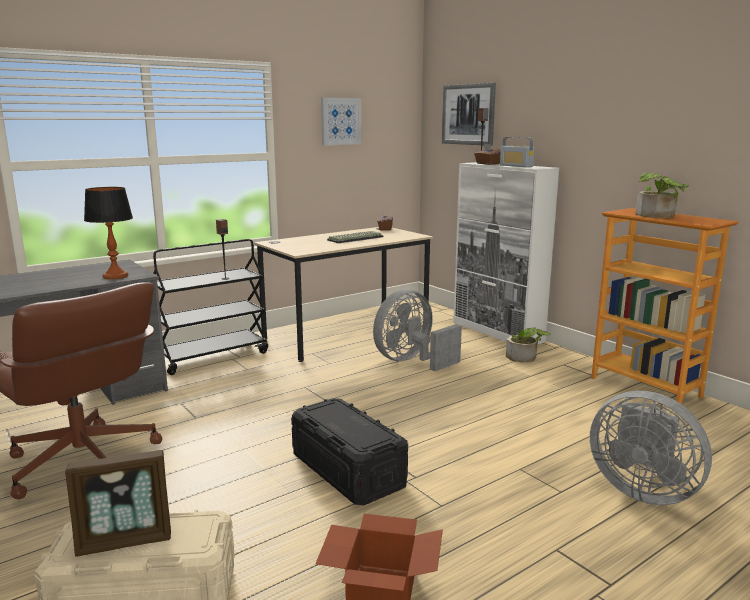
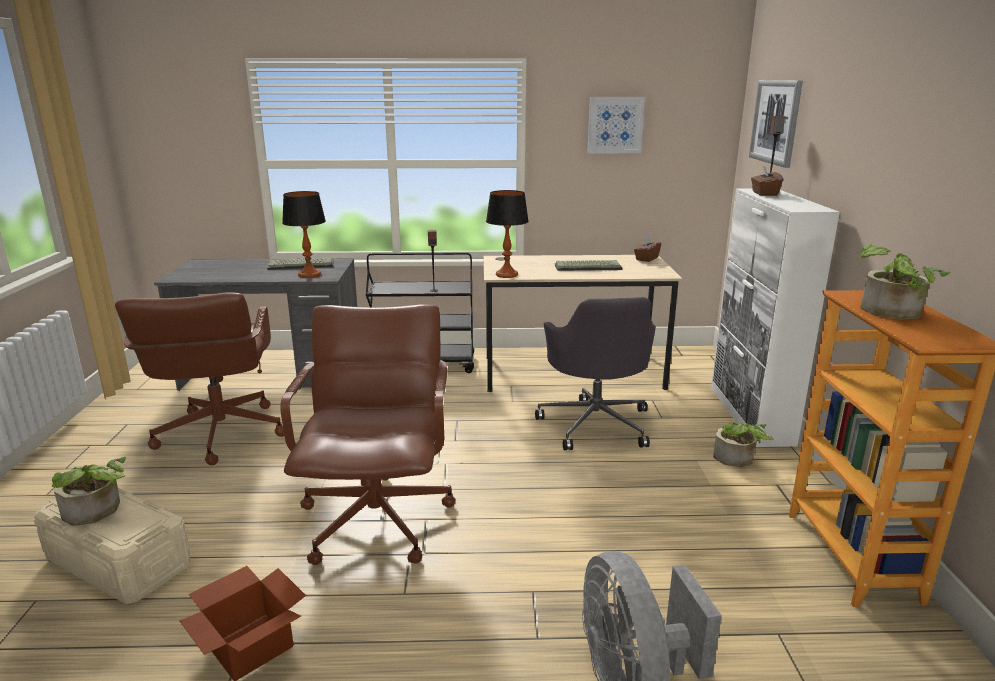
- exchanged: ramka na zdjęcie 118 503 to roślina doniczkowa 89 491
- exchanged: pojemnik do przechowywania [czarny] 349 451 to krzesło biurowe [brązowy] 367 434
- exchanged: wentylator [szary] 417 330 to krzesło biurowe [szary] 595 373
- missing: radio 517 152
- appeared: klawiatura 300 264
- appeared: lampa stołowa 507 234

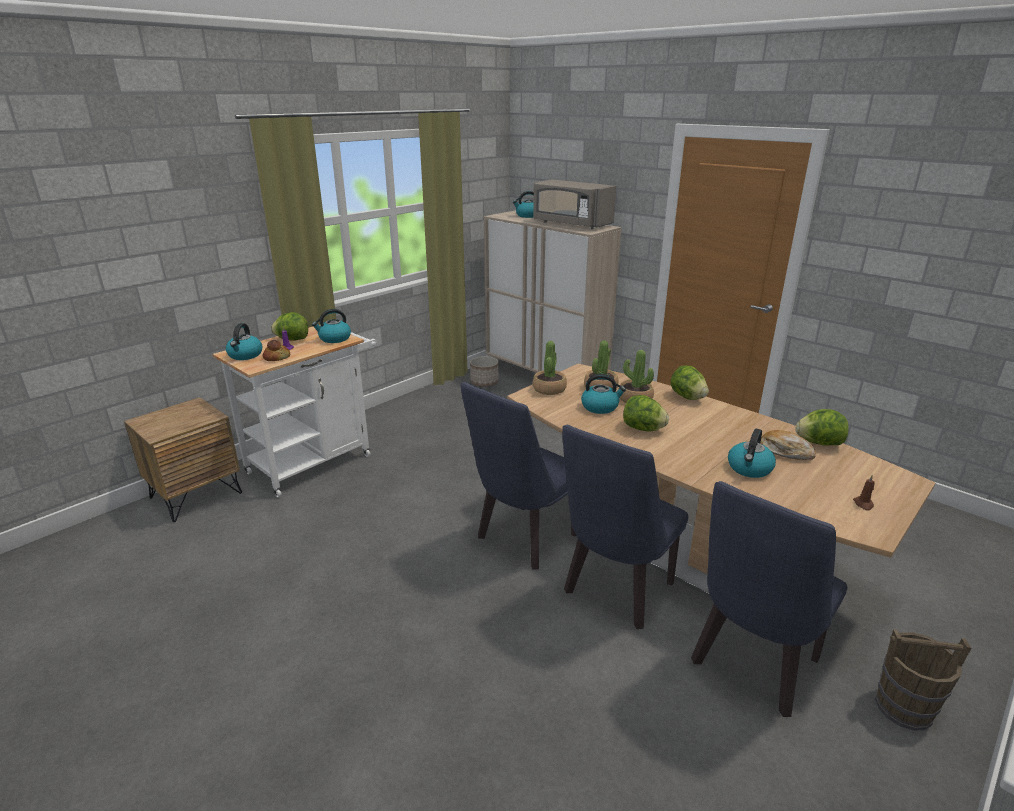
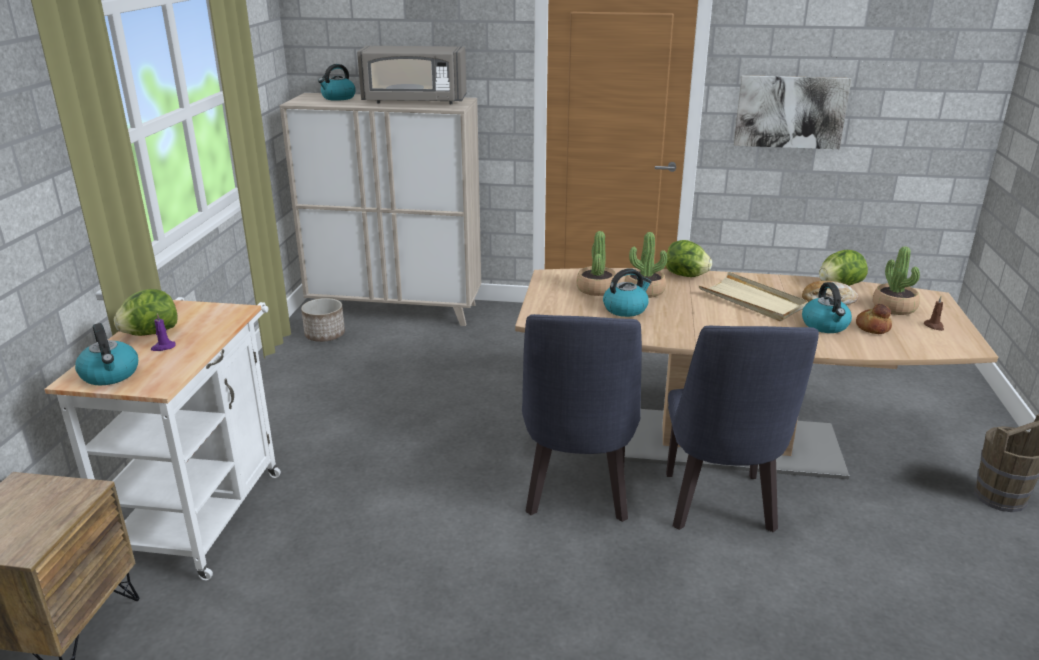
- relocated: chleb 276 350 to 874 319
- missing: czajnik 331 326
- relocated: roślina doniczkowa 550 368 to 896 280
- missing: sałata 646 413
- missing: krzesło [niebieski] 769 599
- appeared: taca [beżowy] 753 296
- appeared: obraz 793 112

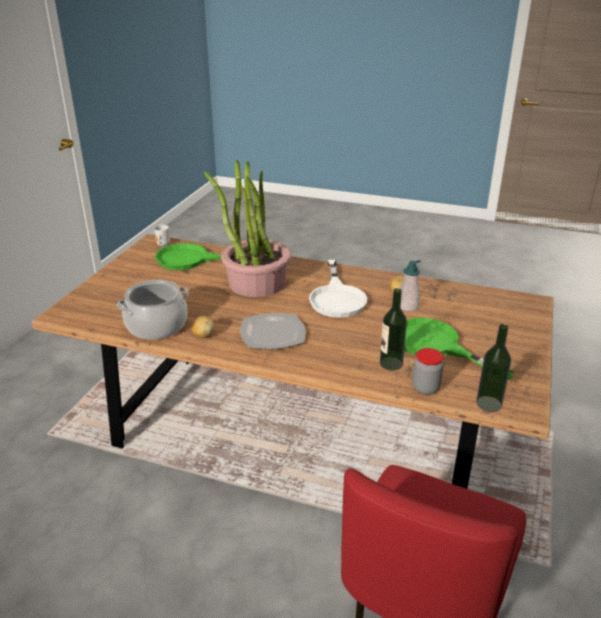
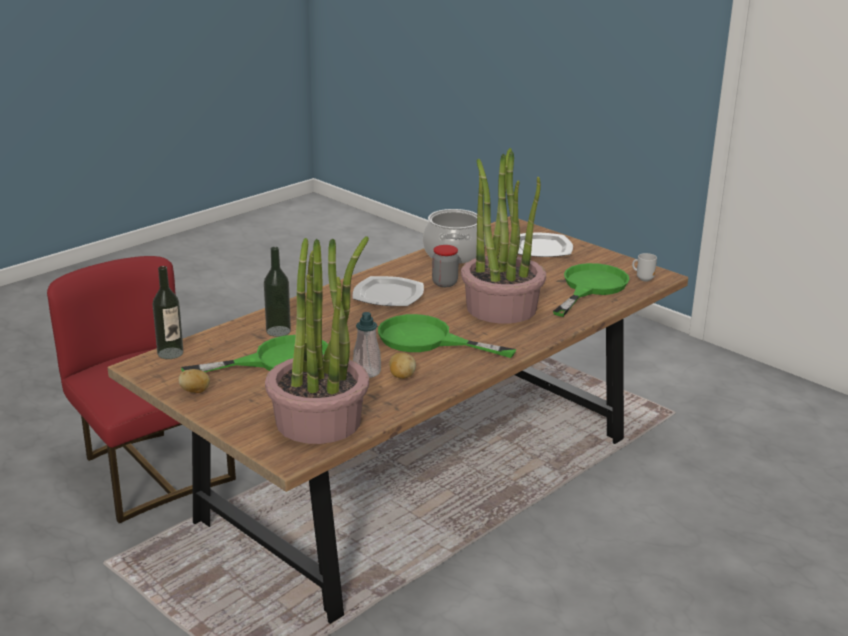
- relocated: ziemniak 203 327 to 194 381
- colour: patelnia [biały] 338 289 to patelnia [zielony] 447 336
- relocated: słoik 428 371 to 445 266
- appeared: roślina doniczkowa 317 340
- appeared: talerz 545 245

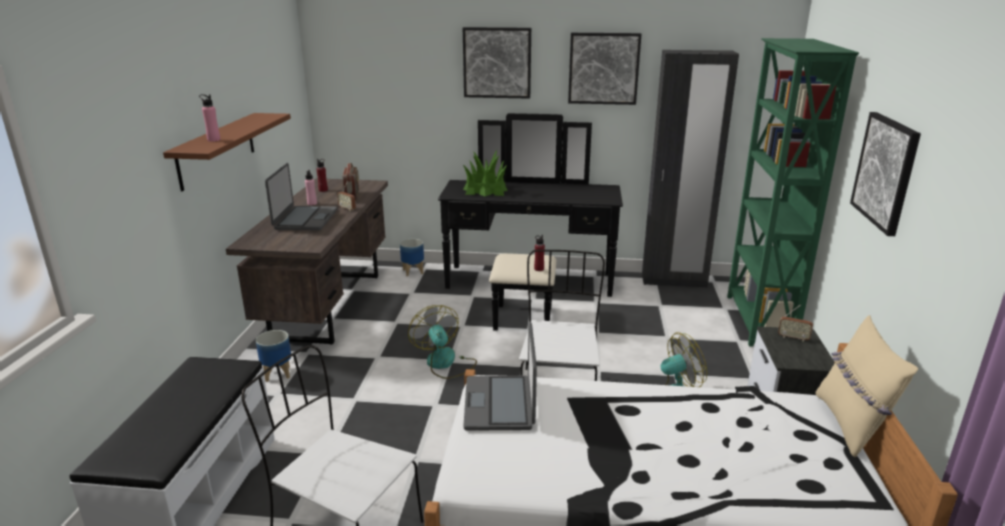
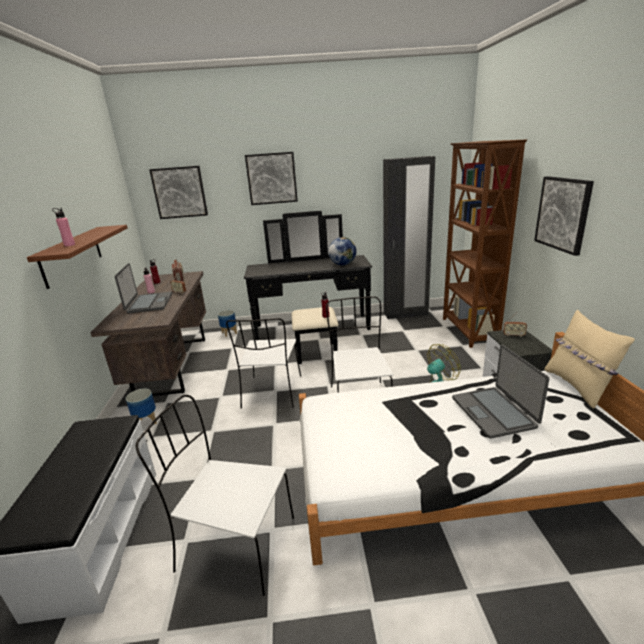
- exchanged: wentylator 442 342 to krzesło [biały] 263 363
- missing: roślina doniczkowa 485 173
- relocated: laptop 500 376 to 500 391
- relocated: obraz 604 69 to 178 192
- colour: regał [zielony] 793 192 to regał [brązowy] 485 244
- appeared: globus 342 251

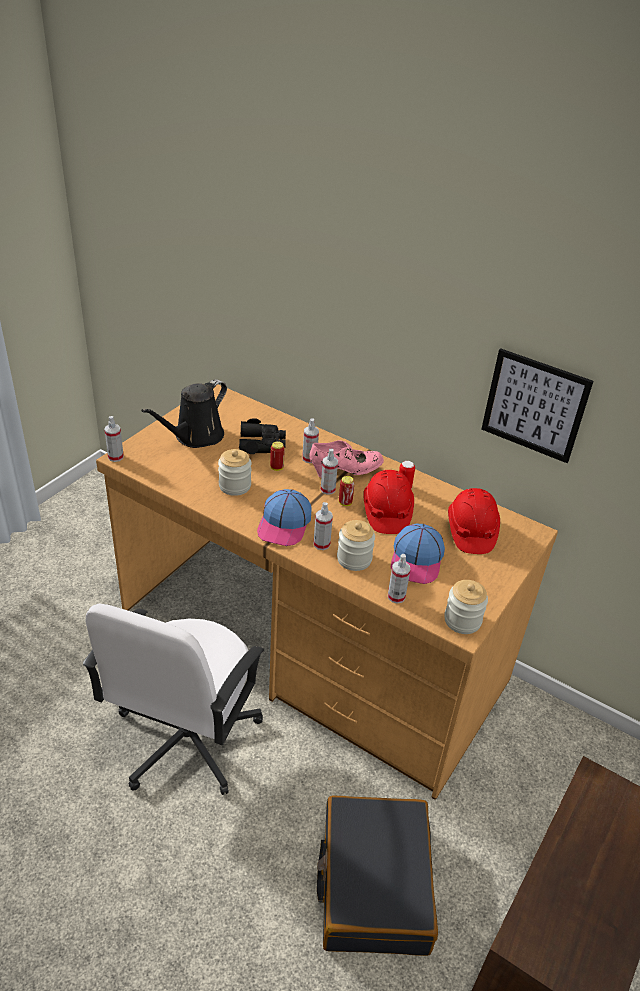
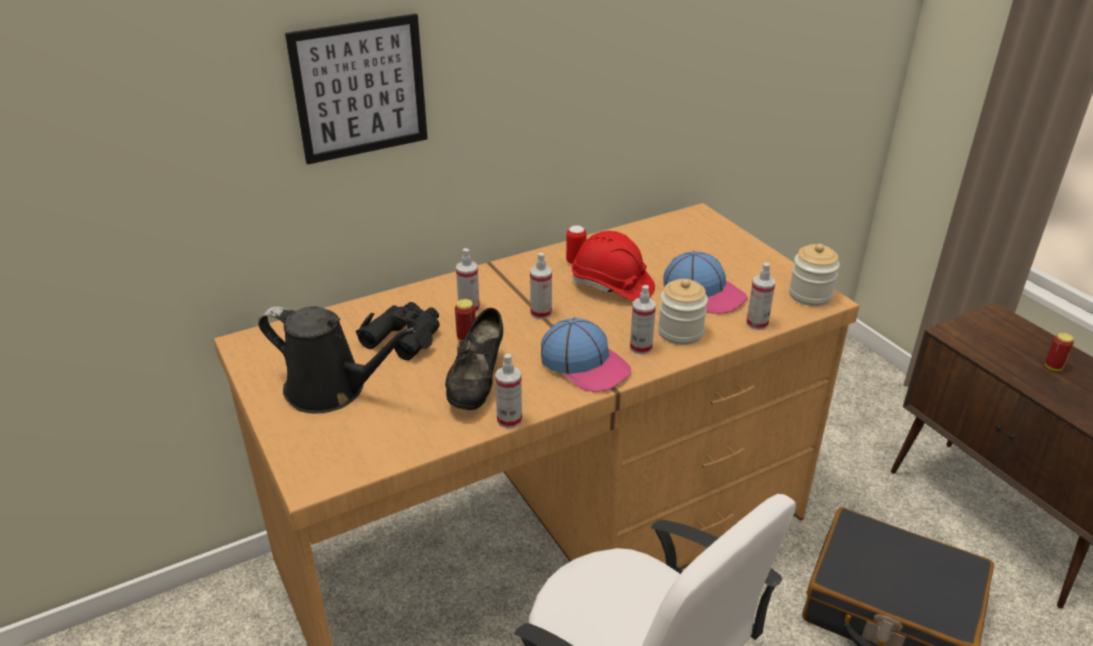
- relocated: spryskiwacz 114 439 to 508 391
- spun: konewka [czarny] 184 413 = 337 359 45 degrees counterclockwise
- exchanged: słoik 235 472 to but [czarny] 474 359
- missing: but [różowy] 346 458
- relocated: puszka 347 491 to 1059 352
- missing: kask [czerwony] 474 521
- relocated: obraz 537 405 to 356 89

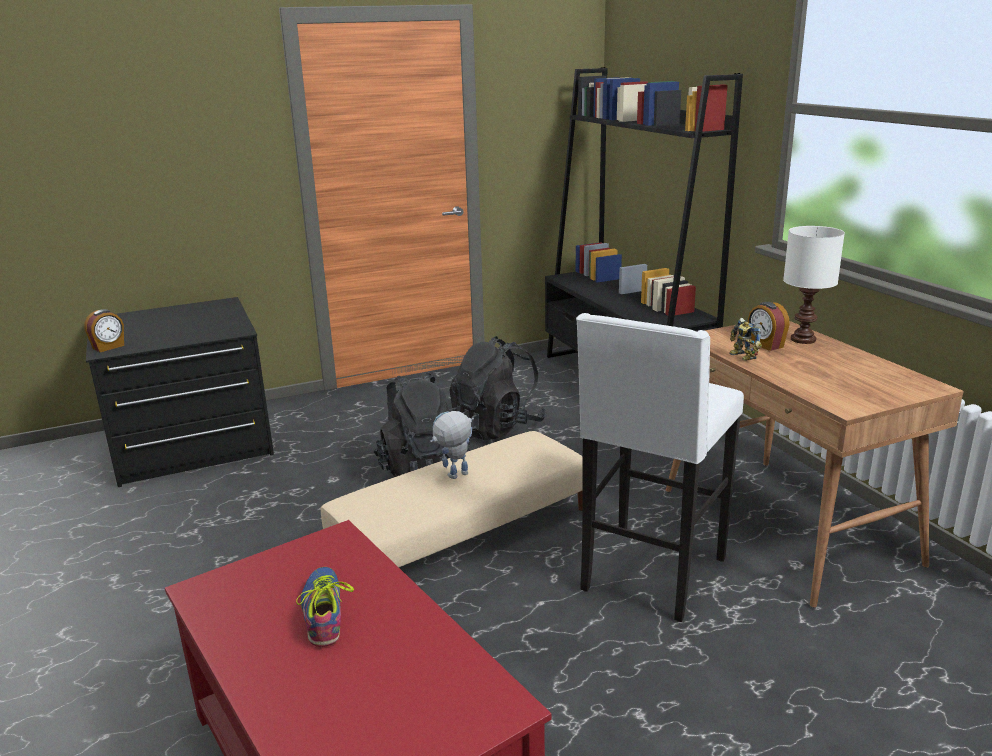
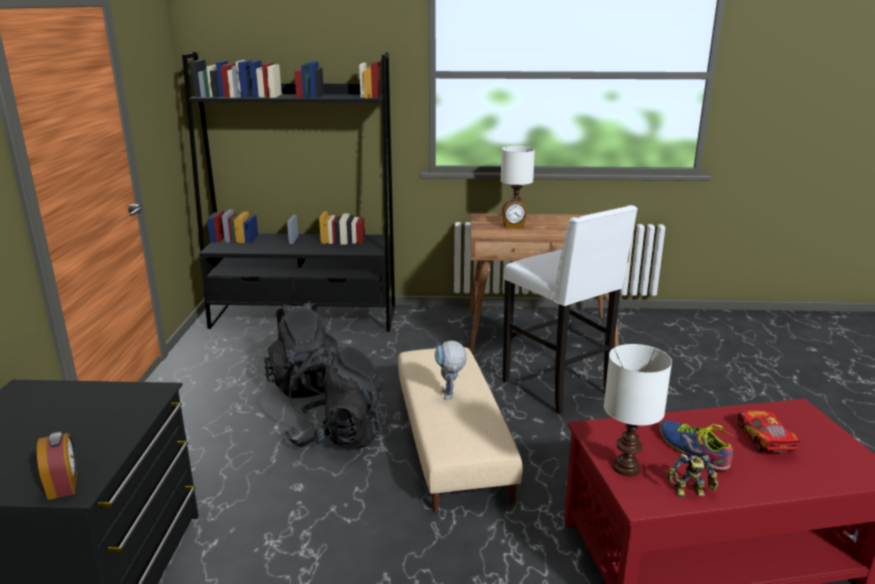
- spun: but 325 607 = 697 445 45 degrees clockwise
- relocated: robot zabawkowy 746 339 to 693 475
- appeared: lampa stołowa [biały] 638 410
- appeared: samochodzik 769 431

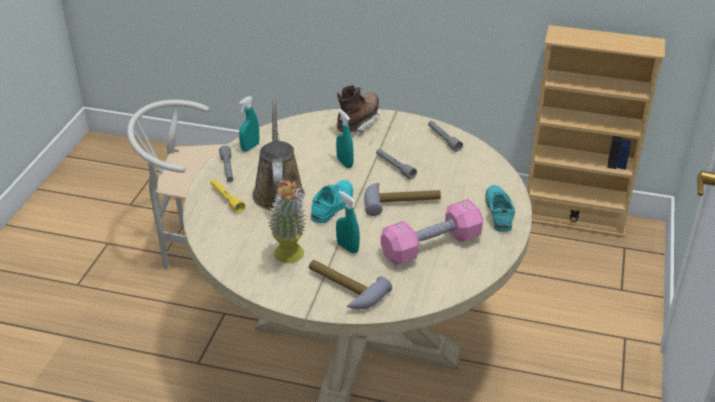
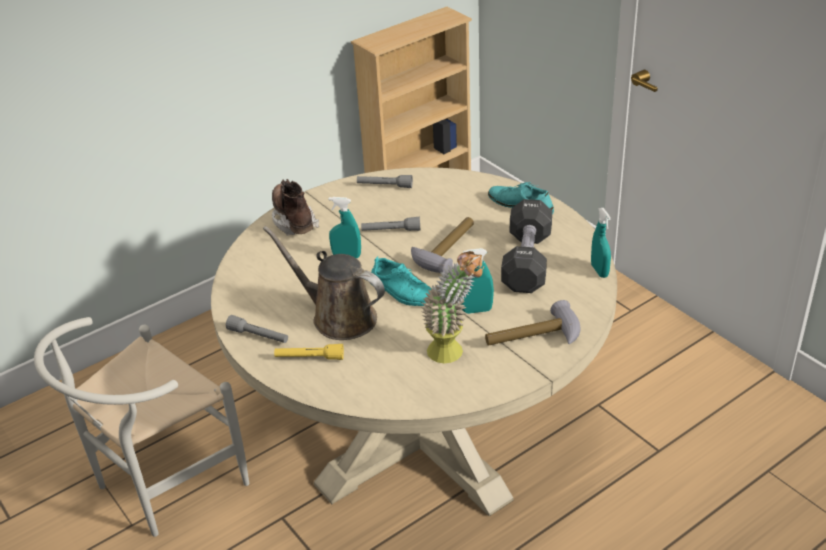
- relocated: spryskiwacz [turkusowy] 249 124 to 601 243
- spun: but [turkusowy] 332 201 = 400 281 150 degrees clockwise
- colour: hantel [różowy] 432 232 to hantel [czarny] 526 246

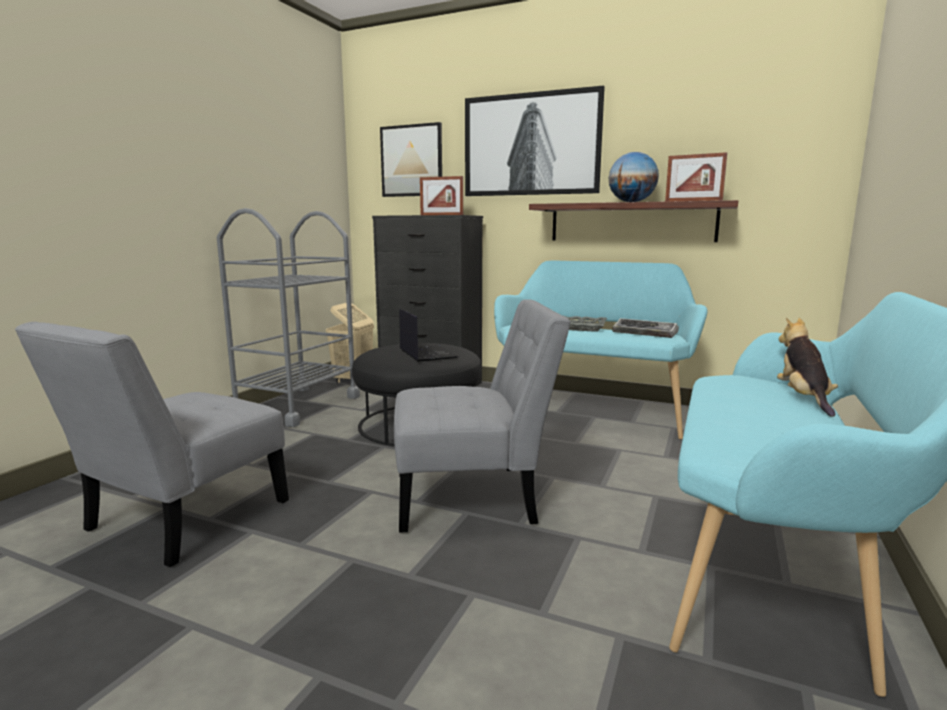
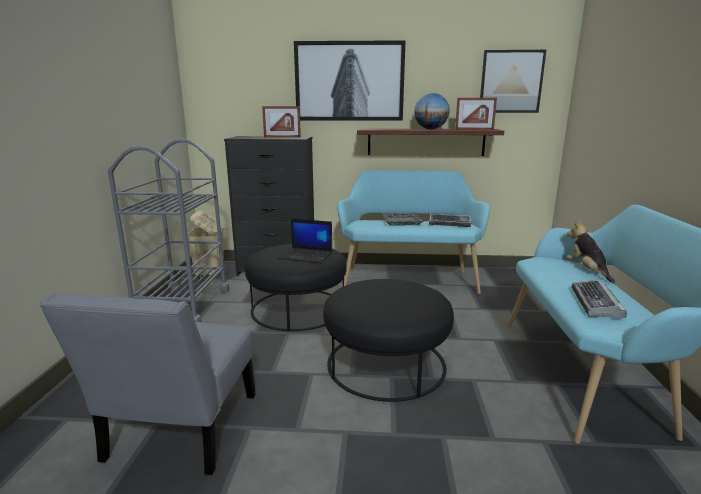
- relocated: obraz 411 159 to 513 81
- exchanged: krzesło [szary] 482 416 to pufa [czarny] 388 340
- spun: laptop 428 335 = 305 241 150 degrees clockwise
- appeared: klawiatura 599 299

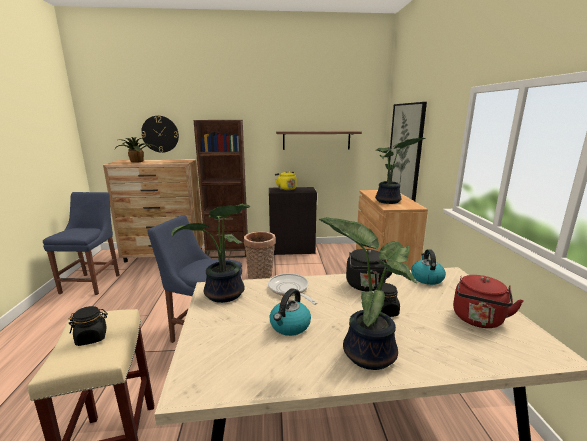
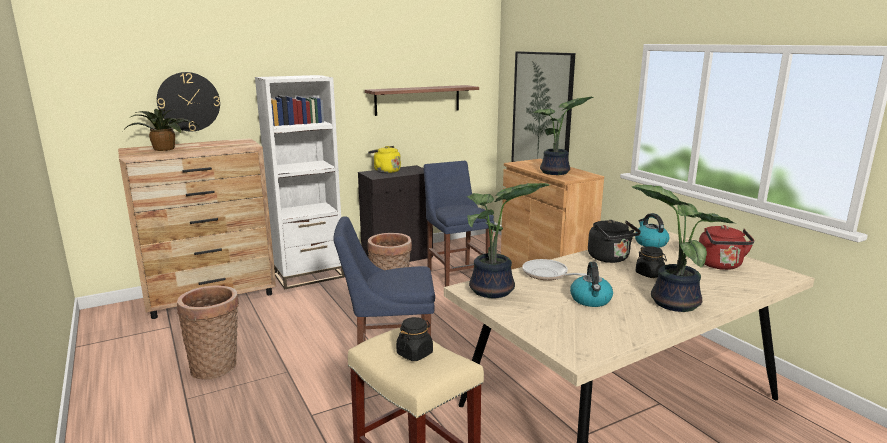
- relocated: krzesło [niebieski] 81 243 to 458 224
- colour: regał [brązowy] 221 189 to regał [biały] 300 182
- appeared: koszyk 208 332

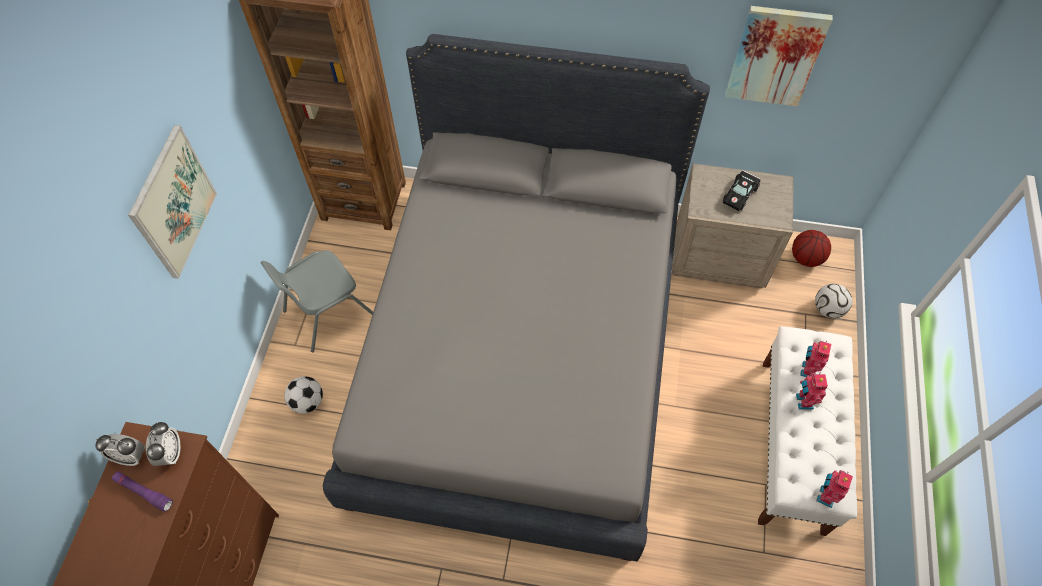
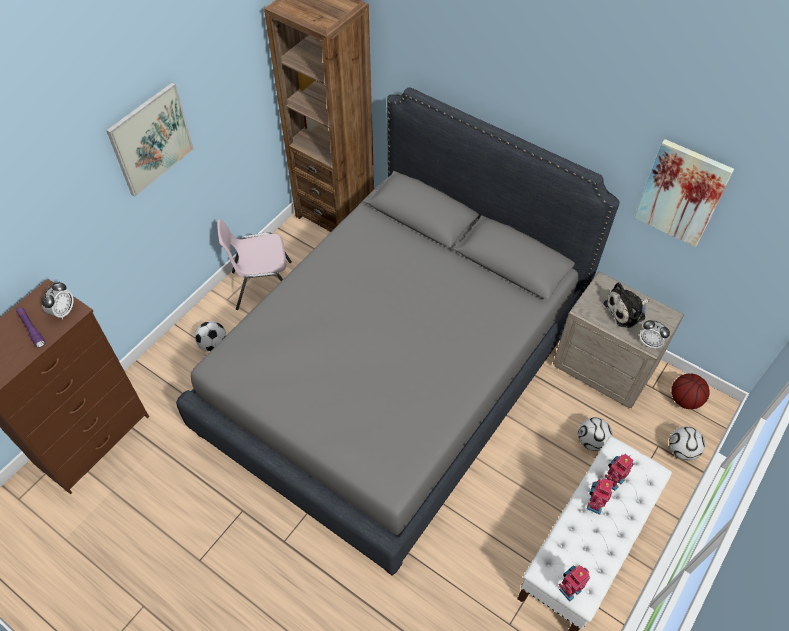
- relocated: budzik 120 450 to 654 334
- colour: krzesło [szary] 316 301 to krzesło [różowy] 254 264
- exchanged: samochodzik [czarny] 741 190 to pluszak 626 305
- appeared: piłka futbolowa 595 434

